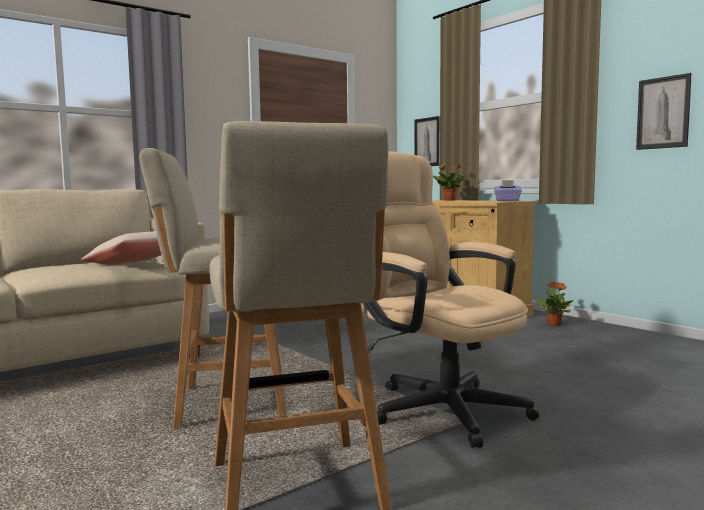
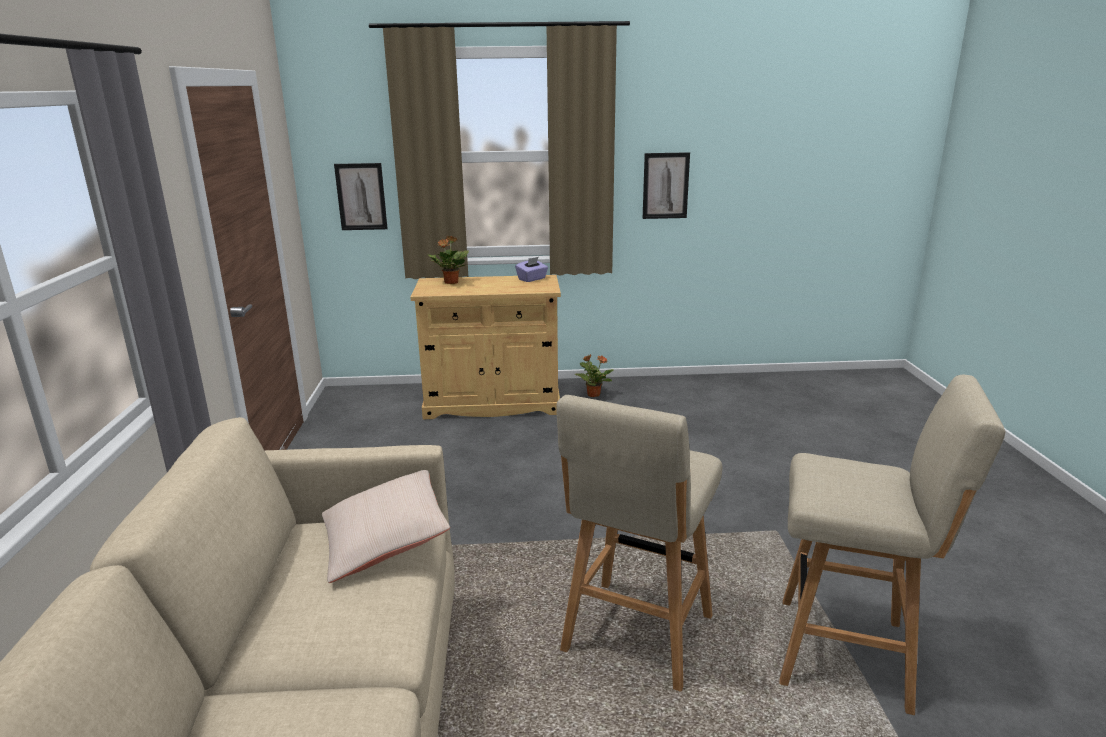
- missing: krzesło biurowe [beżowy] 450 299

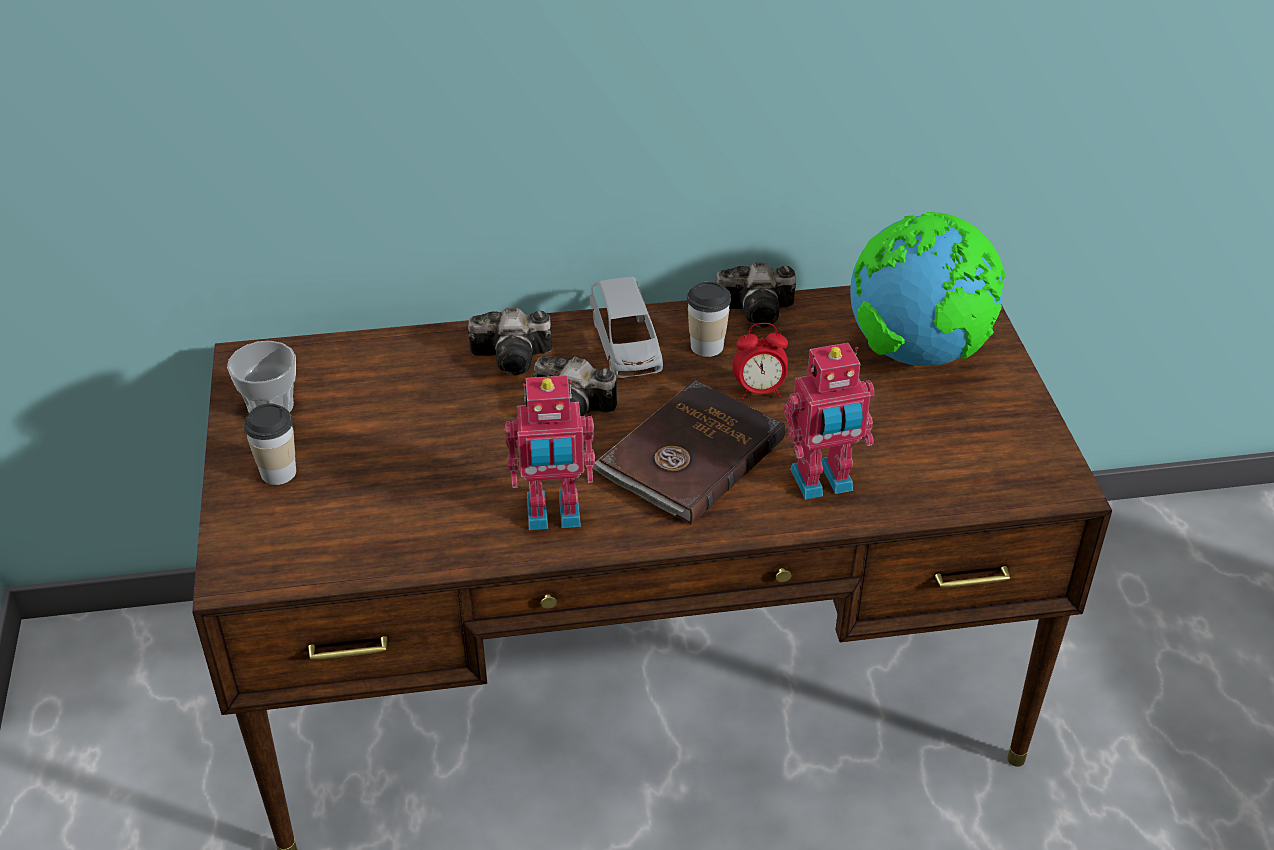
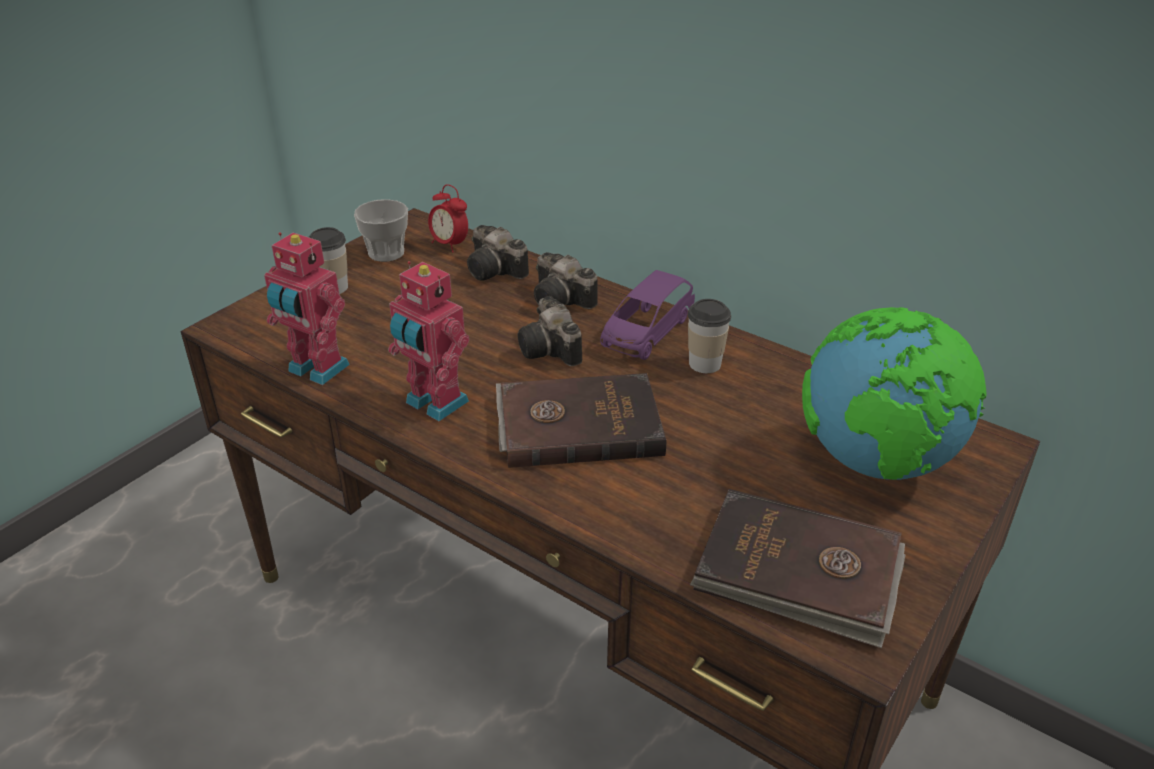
- colour: samochodzik [szary] 626 327 to samochodzik [fioletowy] 647 315
- relocated: aparat fotograficzny 756 295 to 498 252
- relocated: budzik 760 361 to 448 218
- relocated: robot zabawkowy 829 421 to 307 308
- appeared: książka [brązowy] 798 568

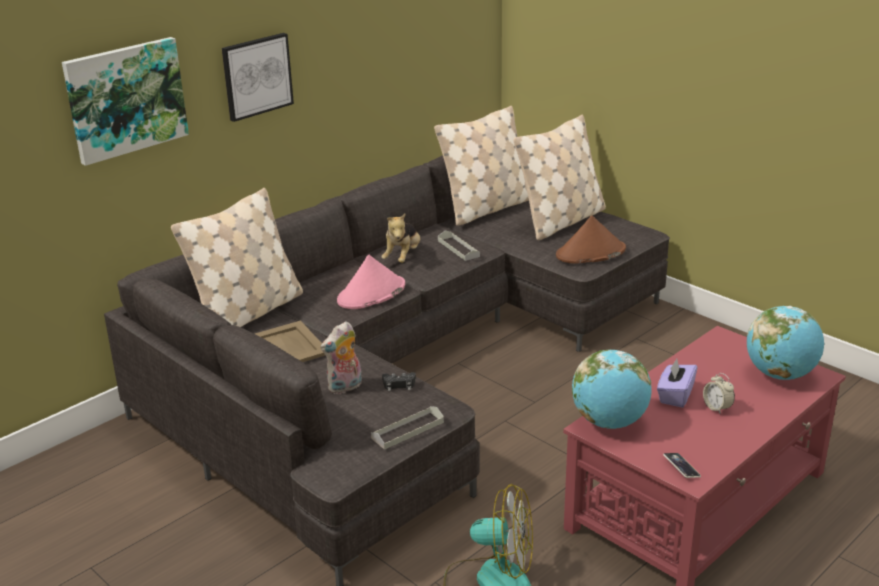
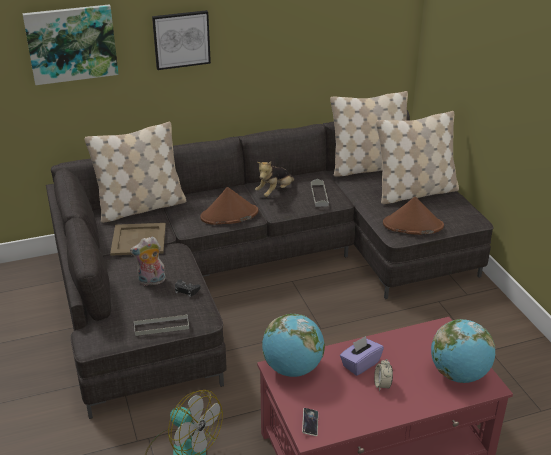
- colour: kapelusz [różowy] 371 282 to kapelusz [brązowy] 229 206

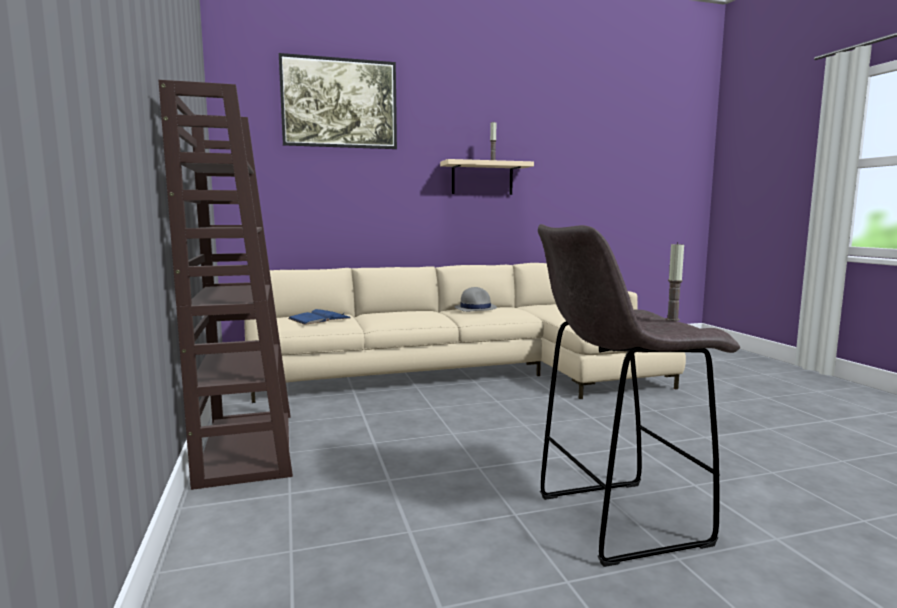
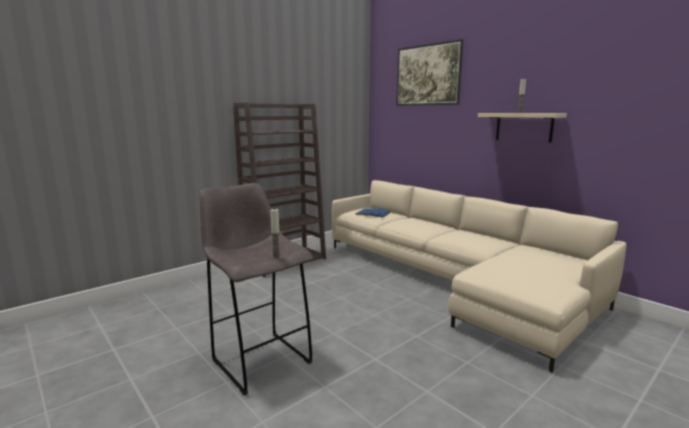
- missing: kapelusz [szary] 476 299

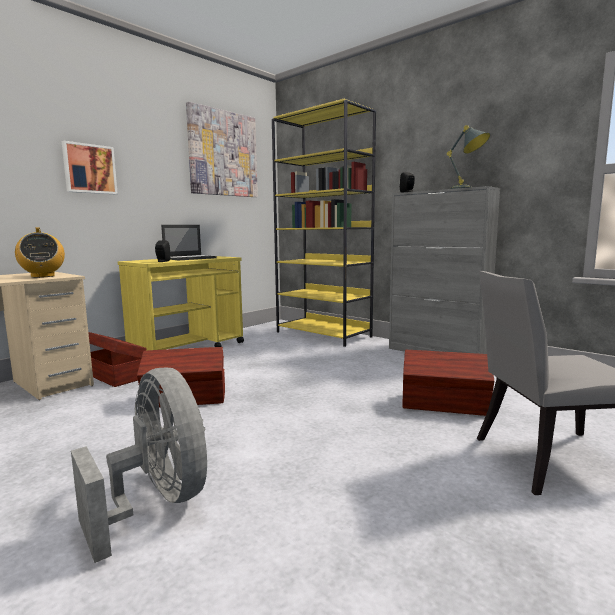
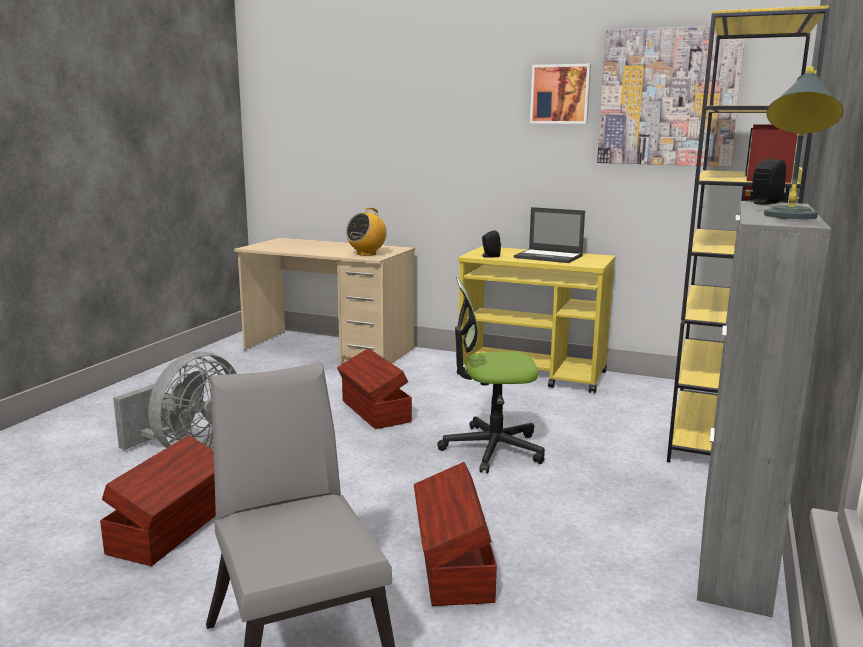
- relocated: obraz 90 167 to 560 94
- relocated: pojemnik do przechowywania [brązowy] 117 359 to 158 500
- appeared: krzesło biurowe 491 375

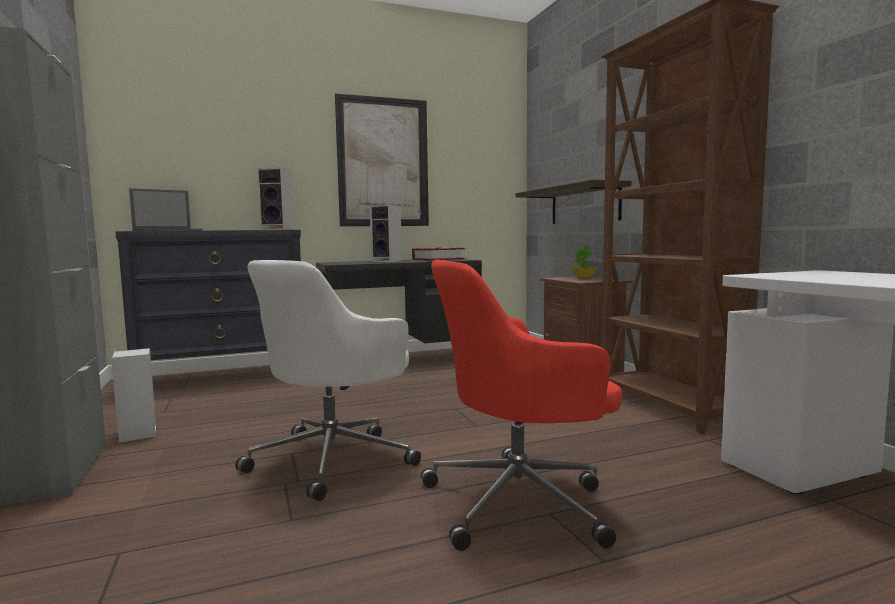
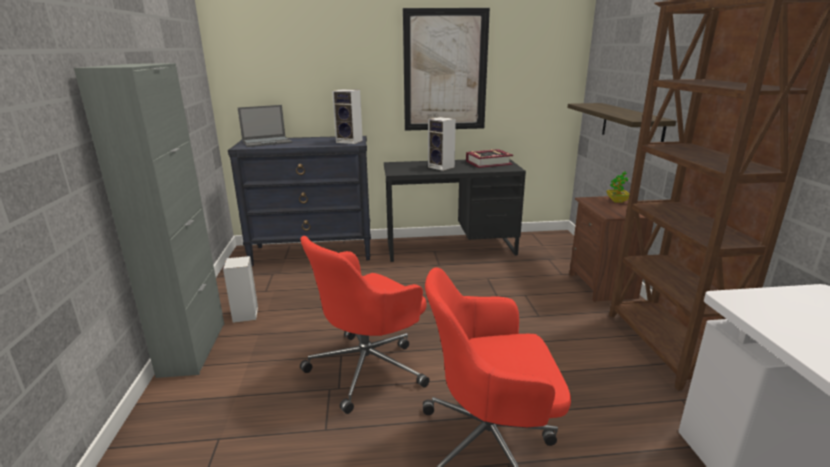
- colour: krzesło biurowe [biały] 328 380 to krzesło biurowe [czerwony] 365 325

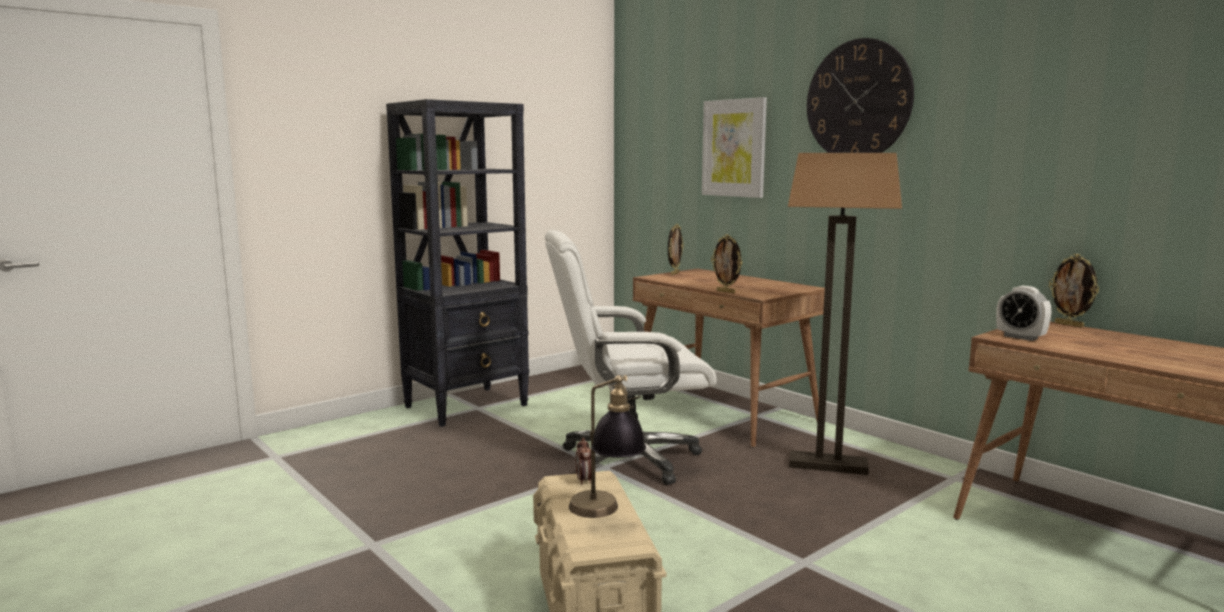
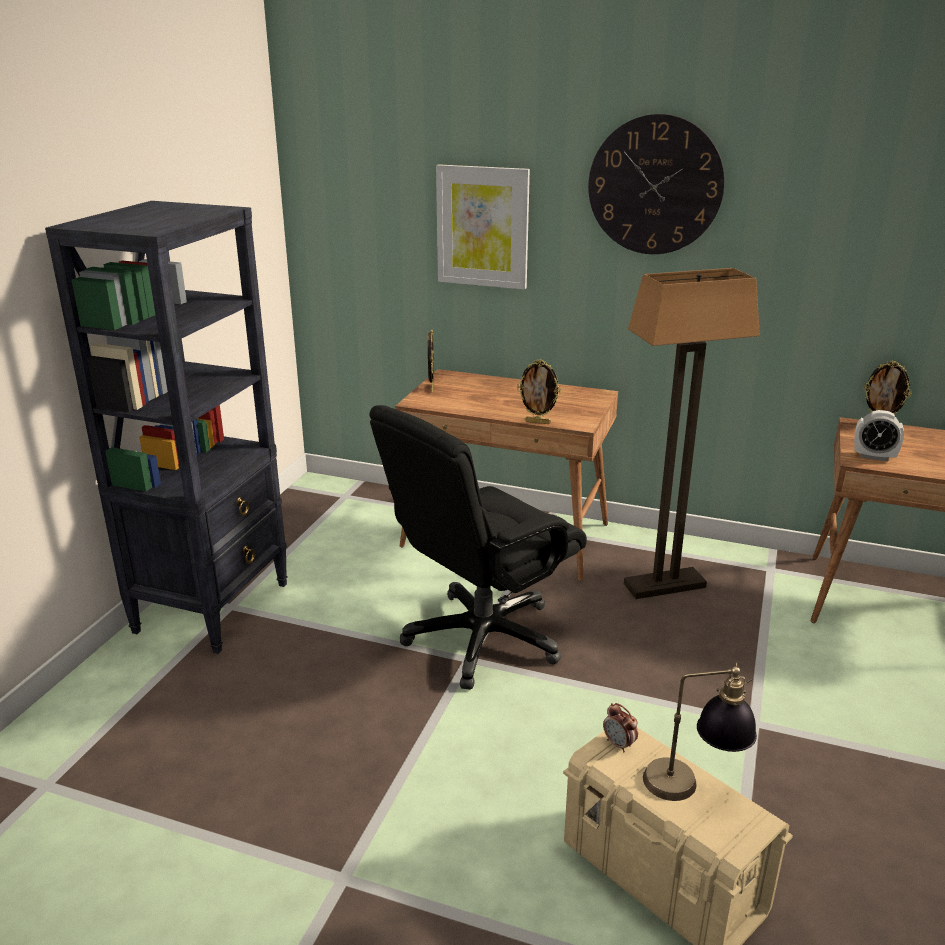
- colour: krzesło biurowe [biały] 631 357 to krzesło biurowe [czarny] 478 547

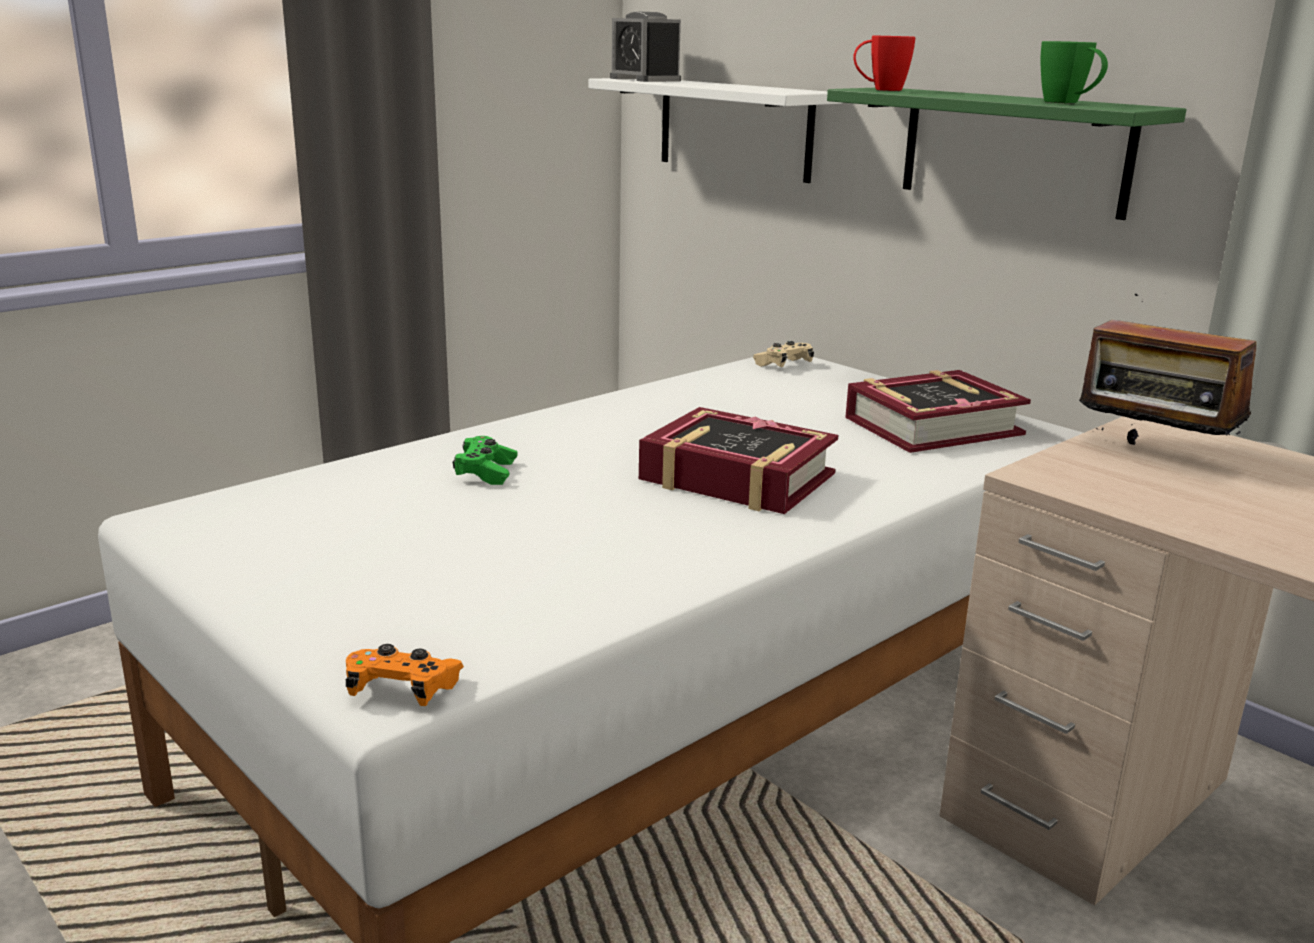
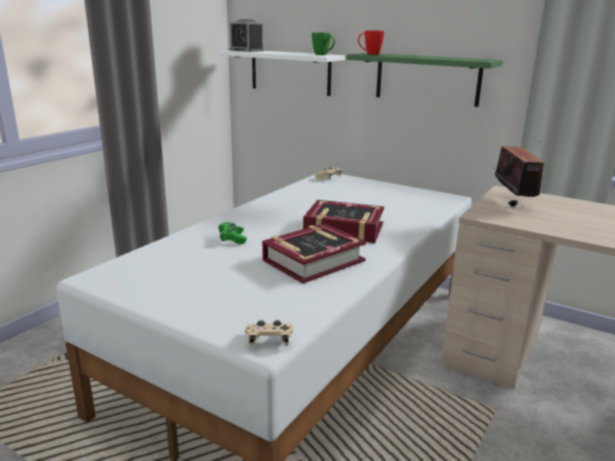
- colour: pad do gier [pomarańczowy] 405 675 to pad do gier [beżowy] 269 333
- relocated: książka 938 411 to 314 253
- relocated: kubek [zielony] 1074 72 to 323 43
- spun: radio 1168 369 = 518 174 120 degrees counterclockwise

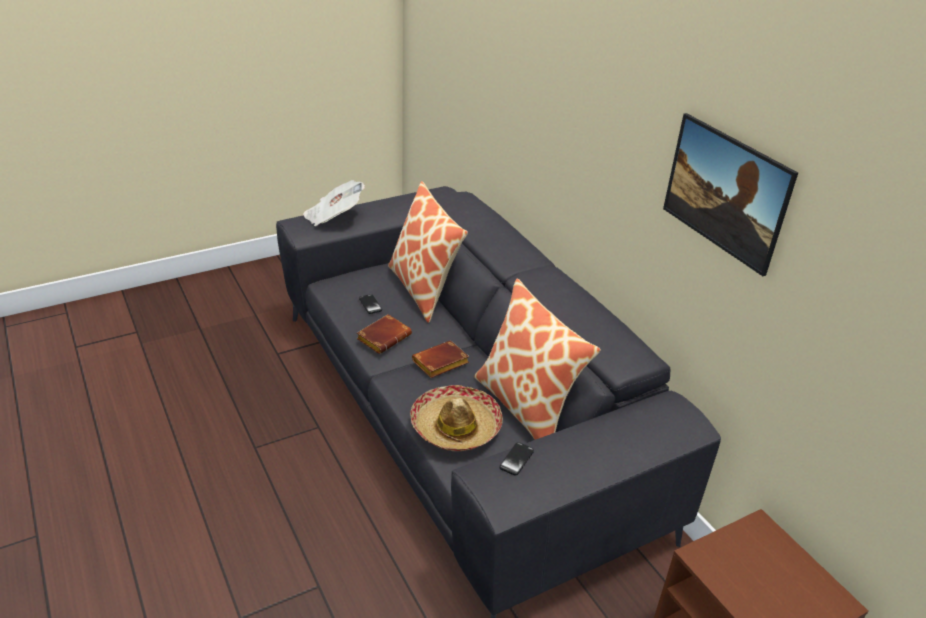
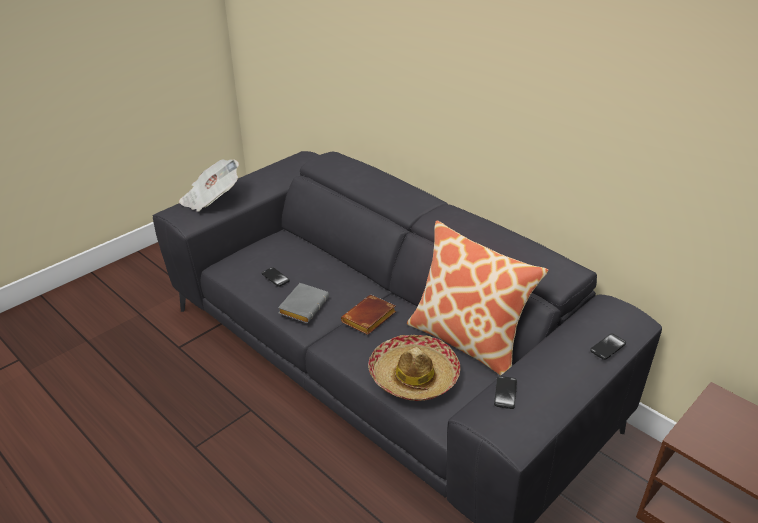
- colour: książka [brązowy] 384 334 to książka [szary] 303 303
- missing: poduszka 428 252
- missing: obraz 730 194
- appeared: telefon 608 347

